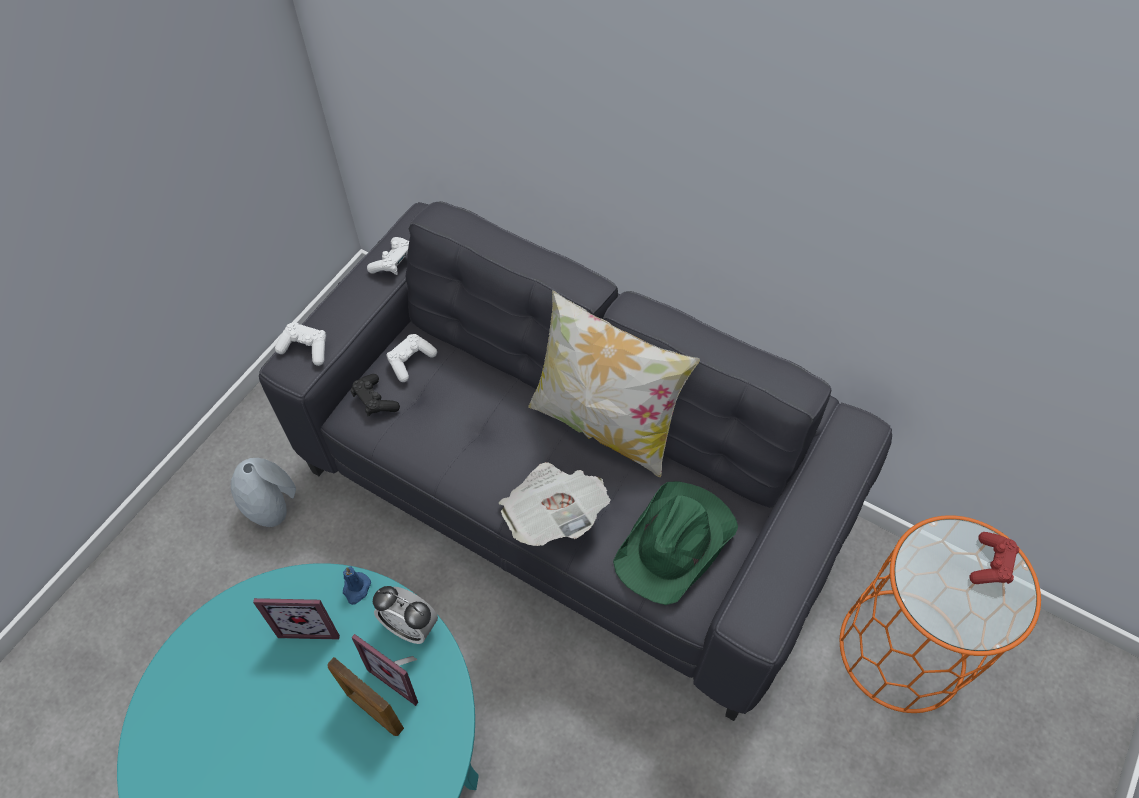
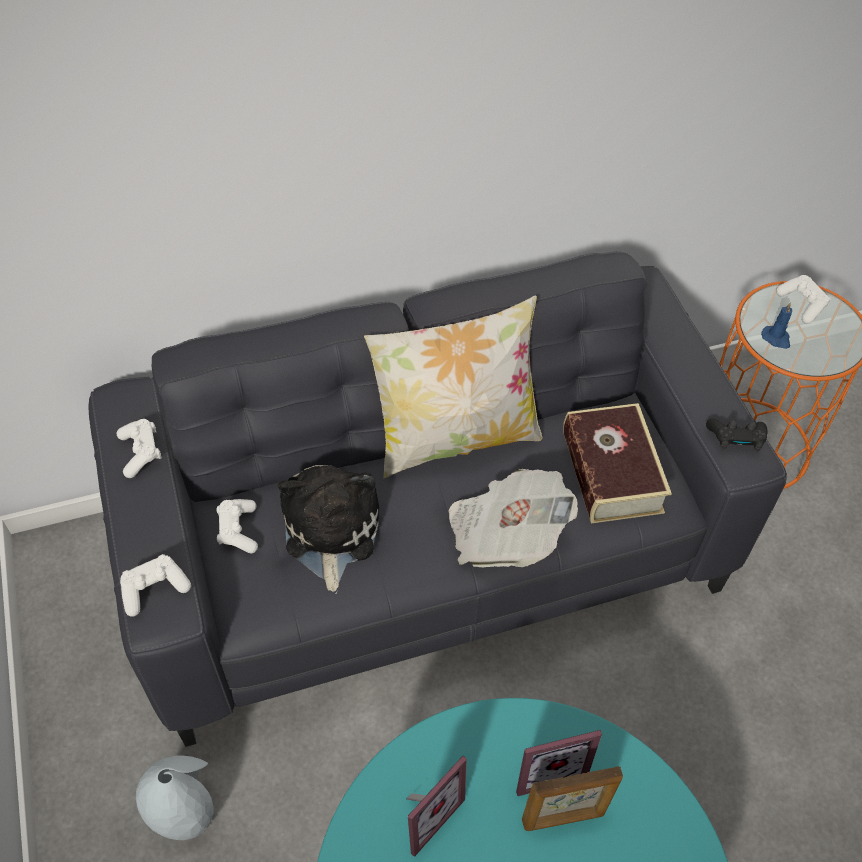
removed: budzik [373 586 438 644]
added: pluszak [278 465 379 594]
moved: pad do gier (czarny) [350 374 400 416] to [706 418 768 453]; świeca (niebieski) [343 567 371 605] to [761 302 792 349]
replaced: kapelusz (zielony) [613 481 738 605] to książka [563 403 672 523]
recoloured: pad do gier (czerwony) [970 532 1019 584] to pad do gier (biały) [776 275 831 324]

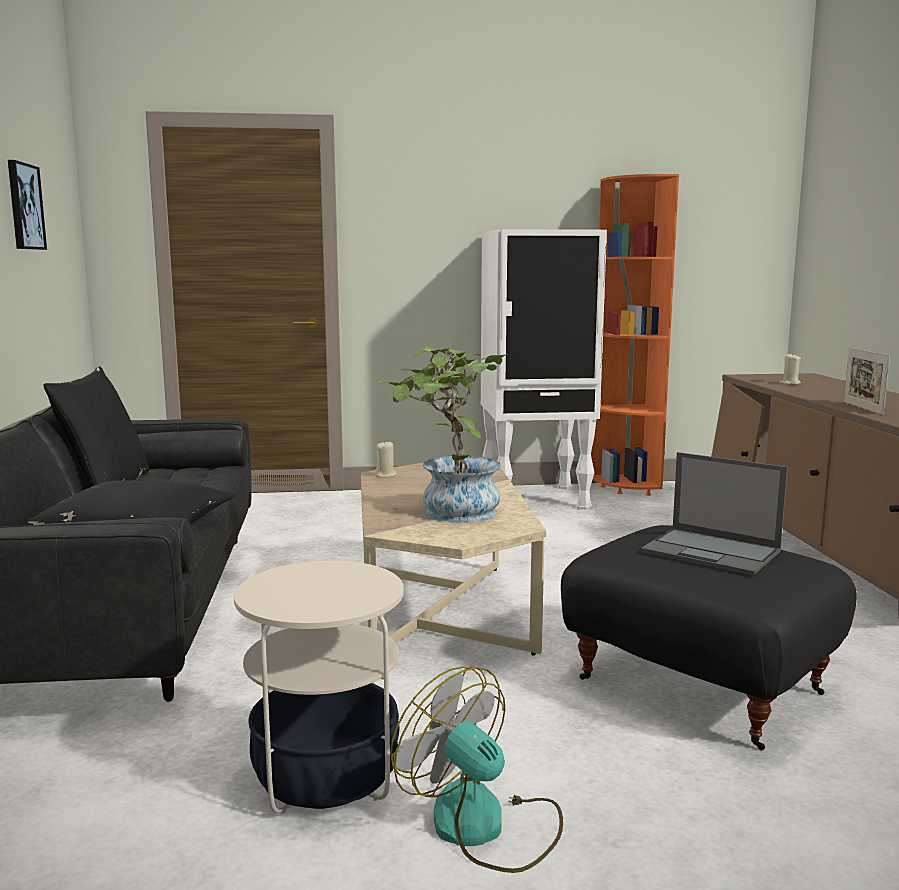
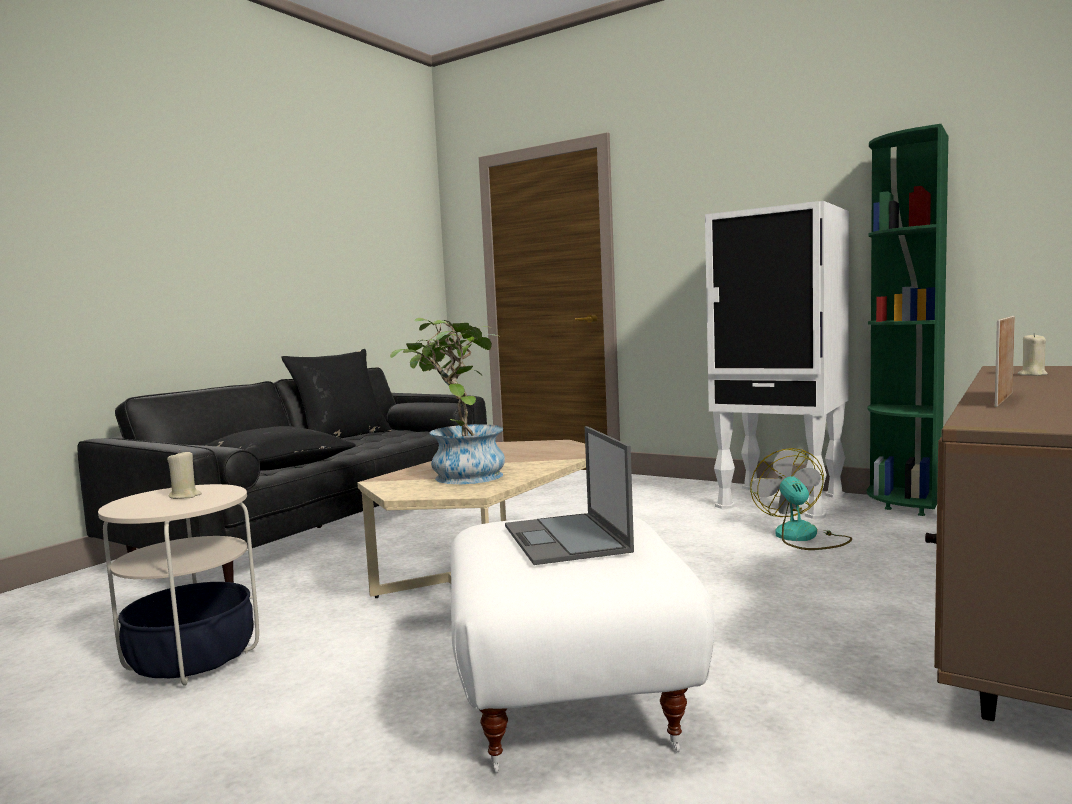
removed: obraz [8 160 47 250]
moved: świeca (beżowy) [375 442 397 478] to [167 450 202 499]; wentylator [390 666 563 873] to [750 448 852 550]
recoloured: regał (pomarańczowy) [591 174 679 496] to regał (zielony) [867 124 948 516]; pufa (czarny) [561 525 857 750] to pufa (biały) [450 516 714 773]

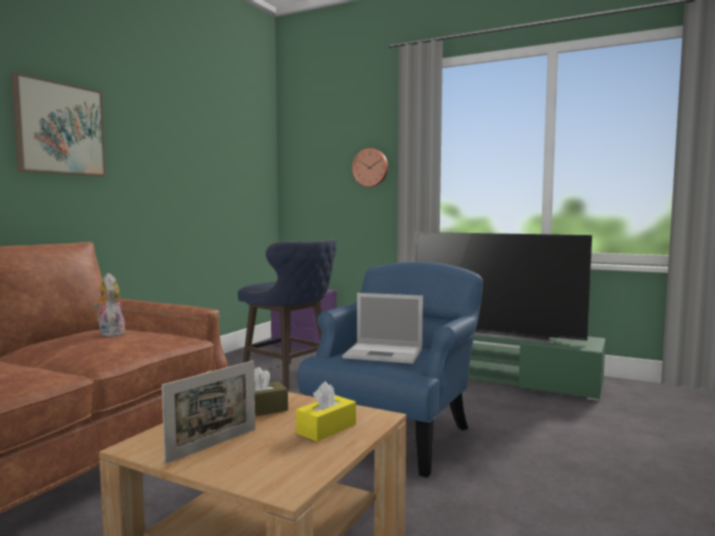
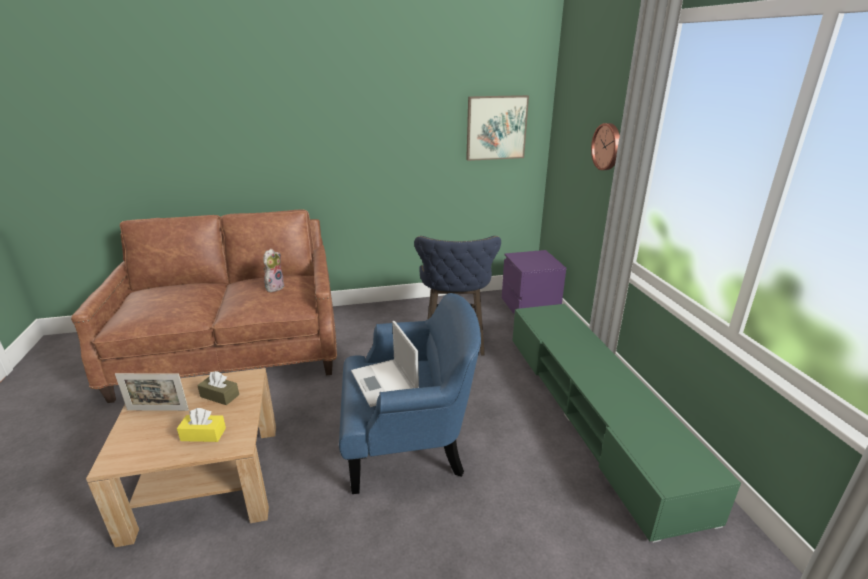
removed: telewizor [415 232 592 343]
moved: obraz [11 72 106 177] to [466 95 529 161]

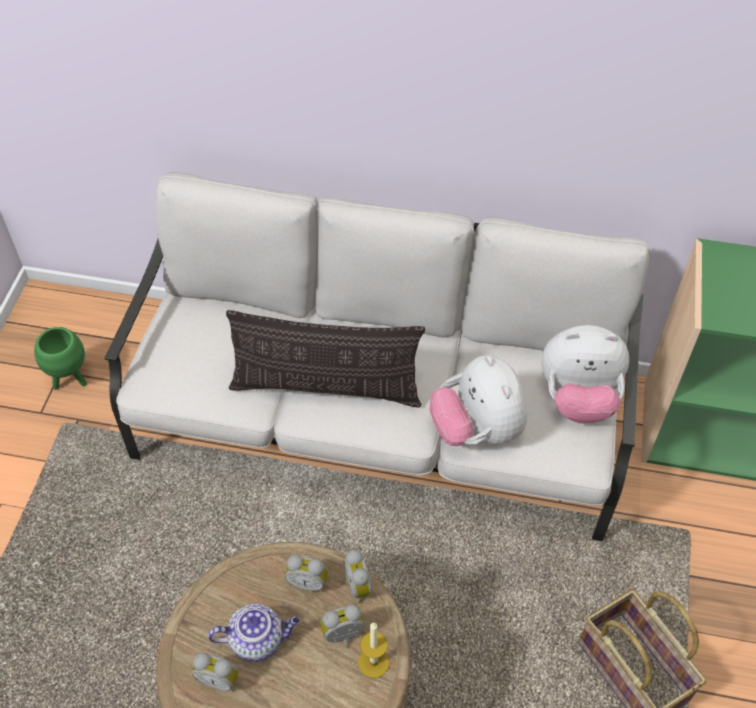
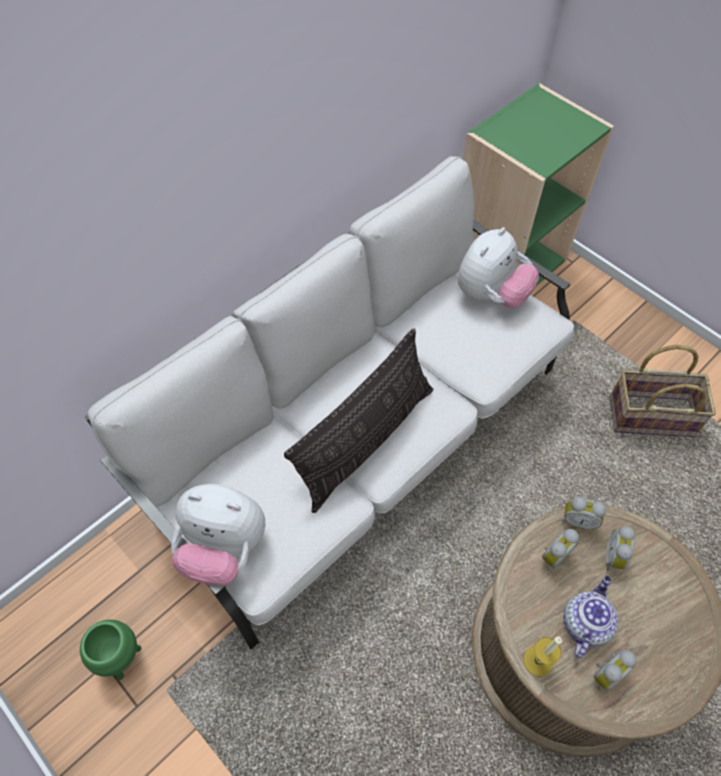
moved: pluszak [430 355 527 446] to [171 484 265 586]; świeca [358 623 390 678] to [523 637 562 676]

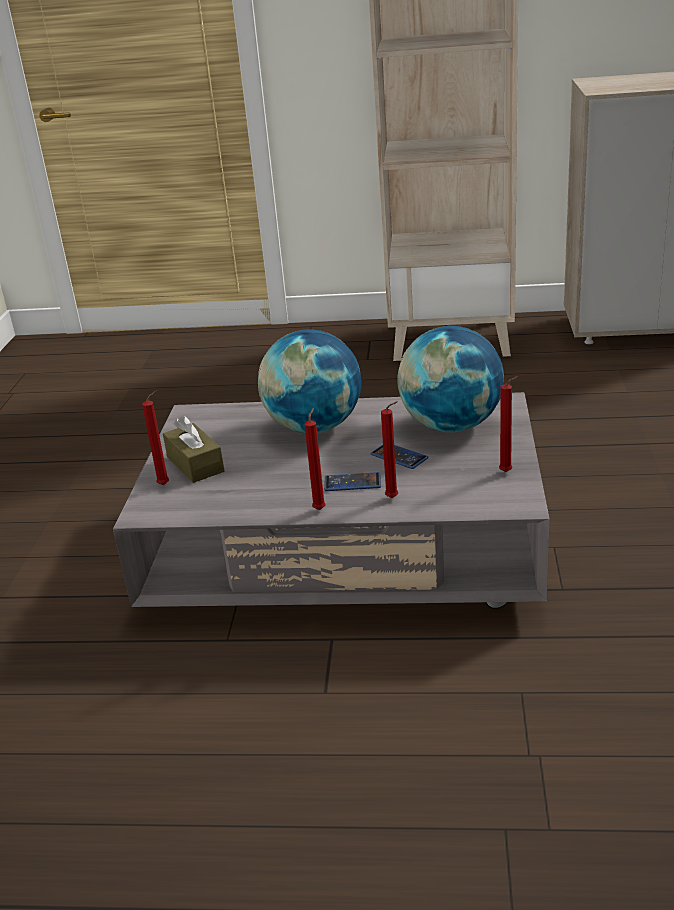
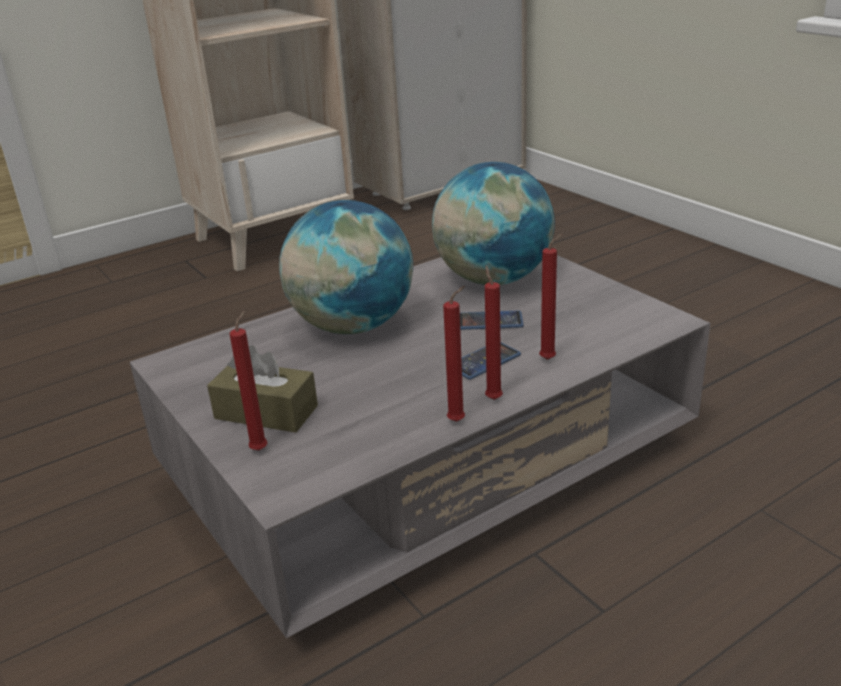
moved: świeca (czerwony) [499 376 518 472] to [443 286 465 422]

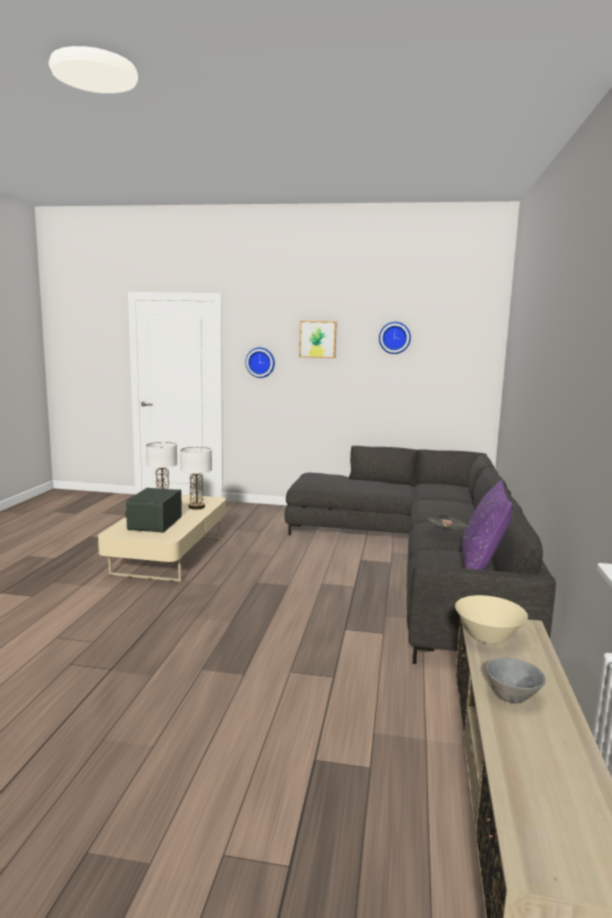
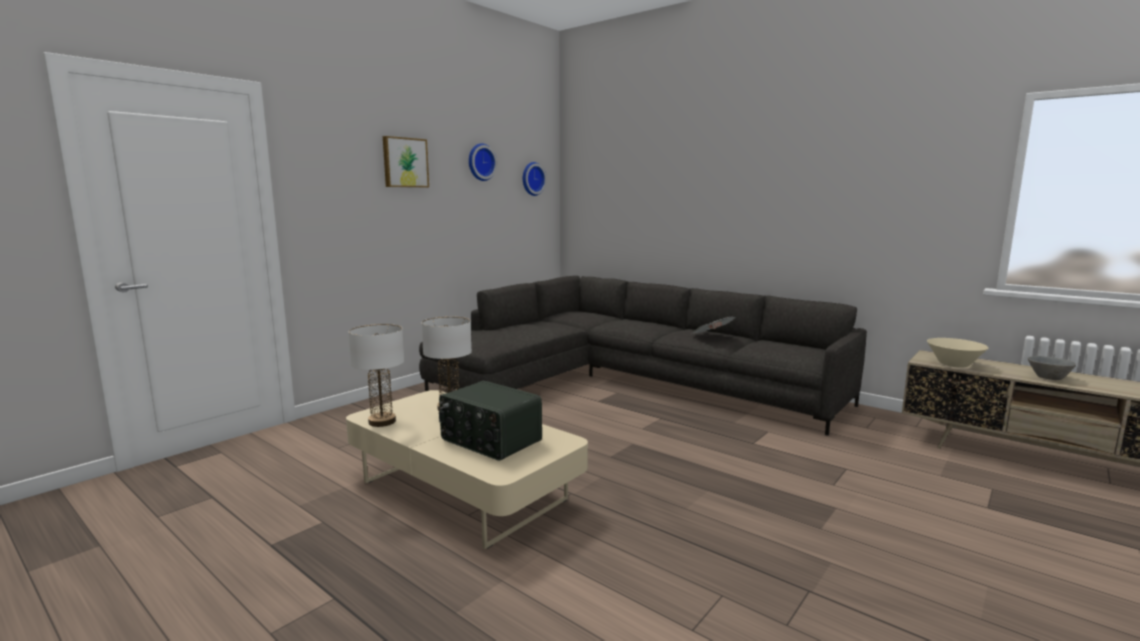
removed: poduszka (fioletowy) [462 480 512 570]
moved: zegar ścienny [245 347 275 378] to [523 162 547 196]

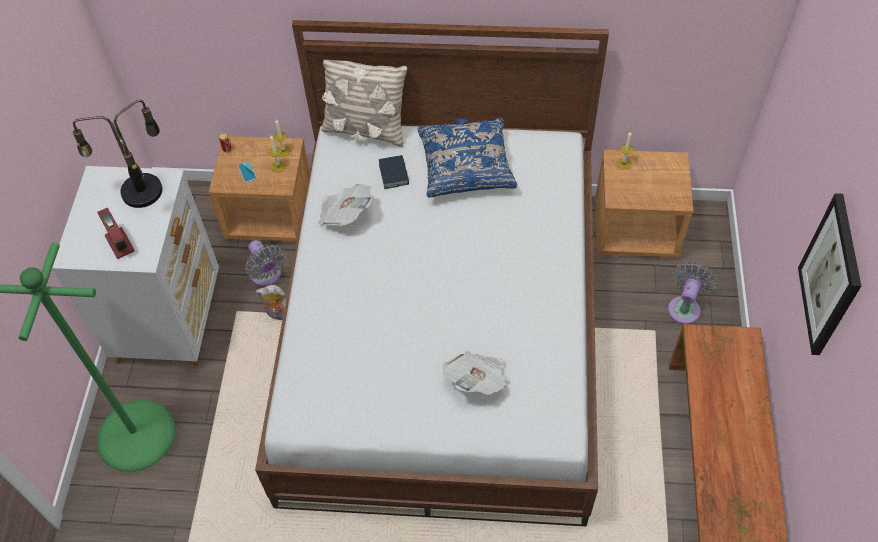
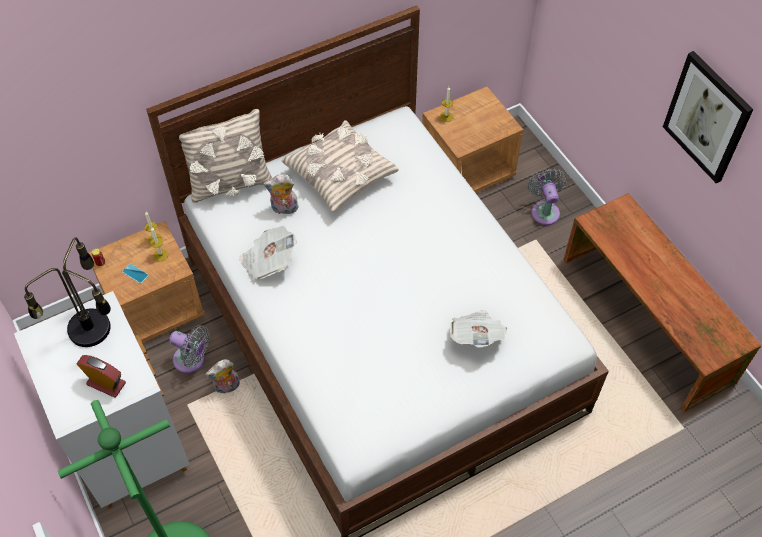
replaced: książka [379 155 409 189] to pluszak [263 174 299 214]
recoloured: poduszka (niebieski) [417 117 517 198] to poduszka (beżowy) [282 120 399 213]

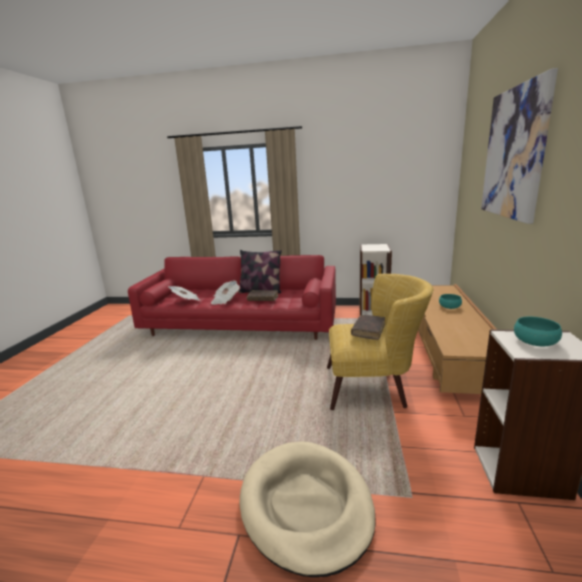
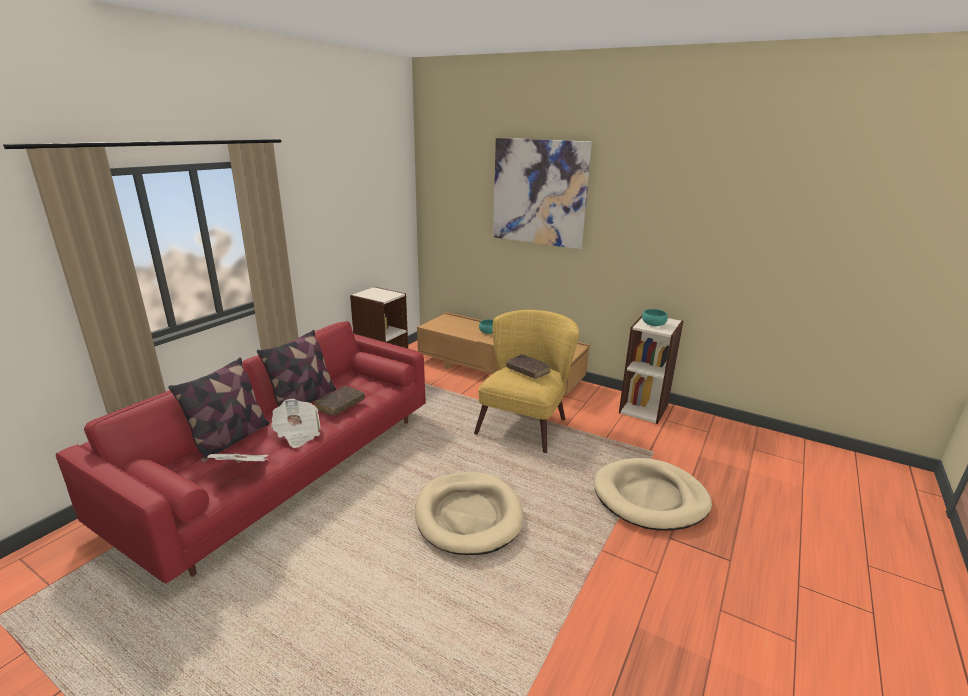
added: poduszka [168 357 269 463]; legowisko (beżowy) [415 472 524 555]

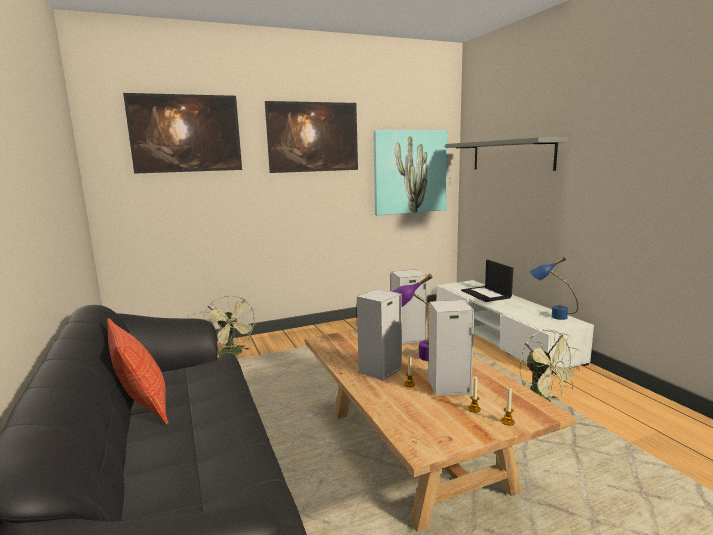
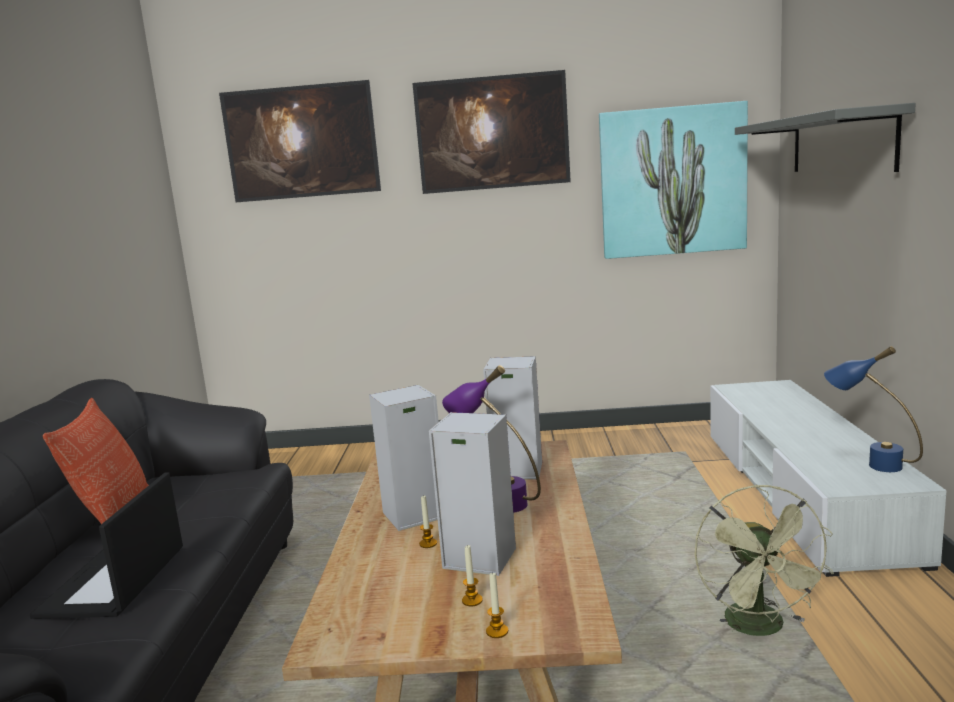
removed: wentylator (zielony) [203 295 255 356]
moved: laptop [461 259 513 302] to [29 472 183 619]

